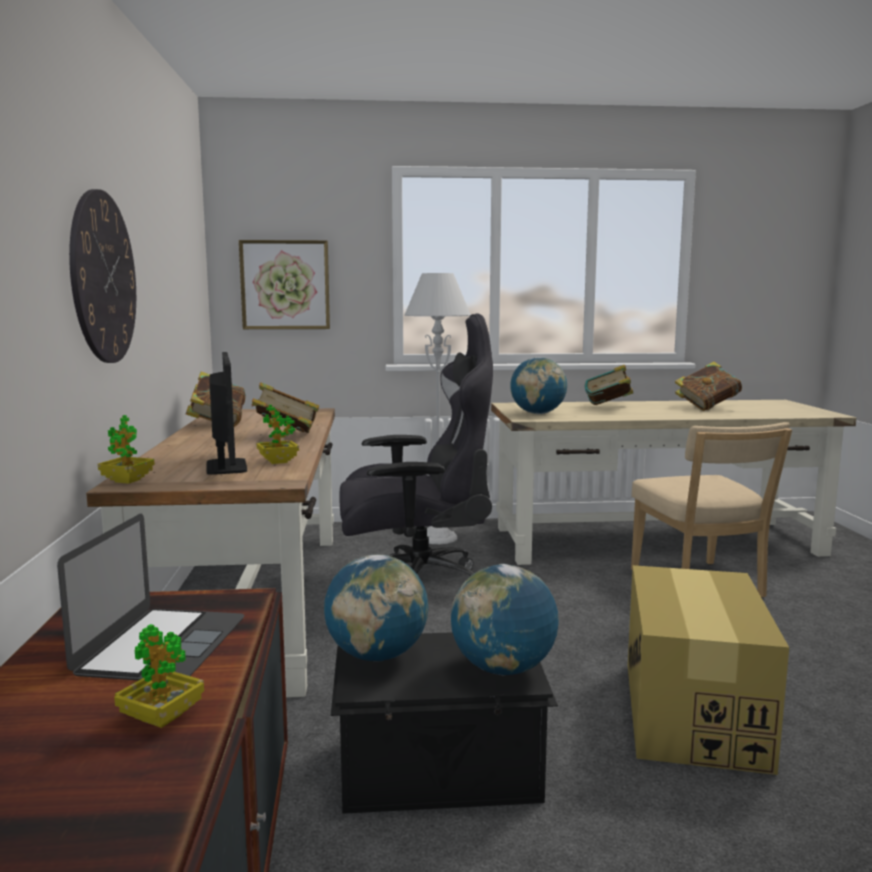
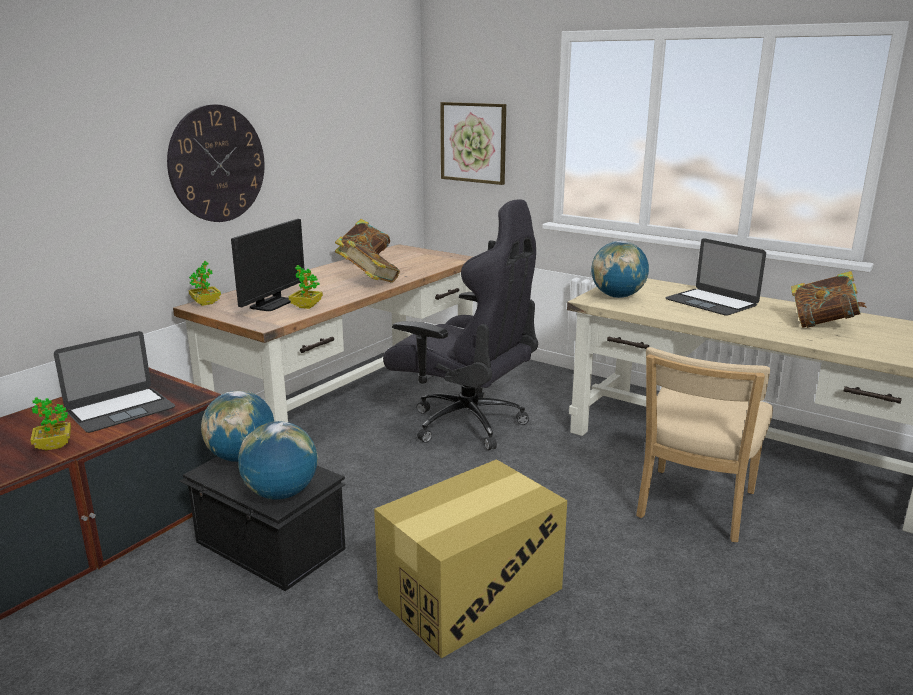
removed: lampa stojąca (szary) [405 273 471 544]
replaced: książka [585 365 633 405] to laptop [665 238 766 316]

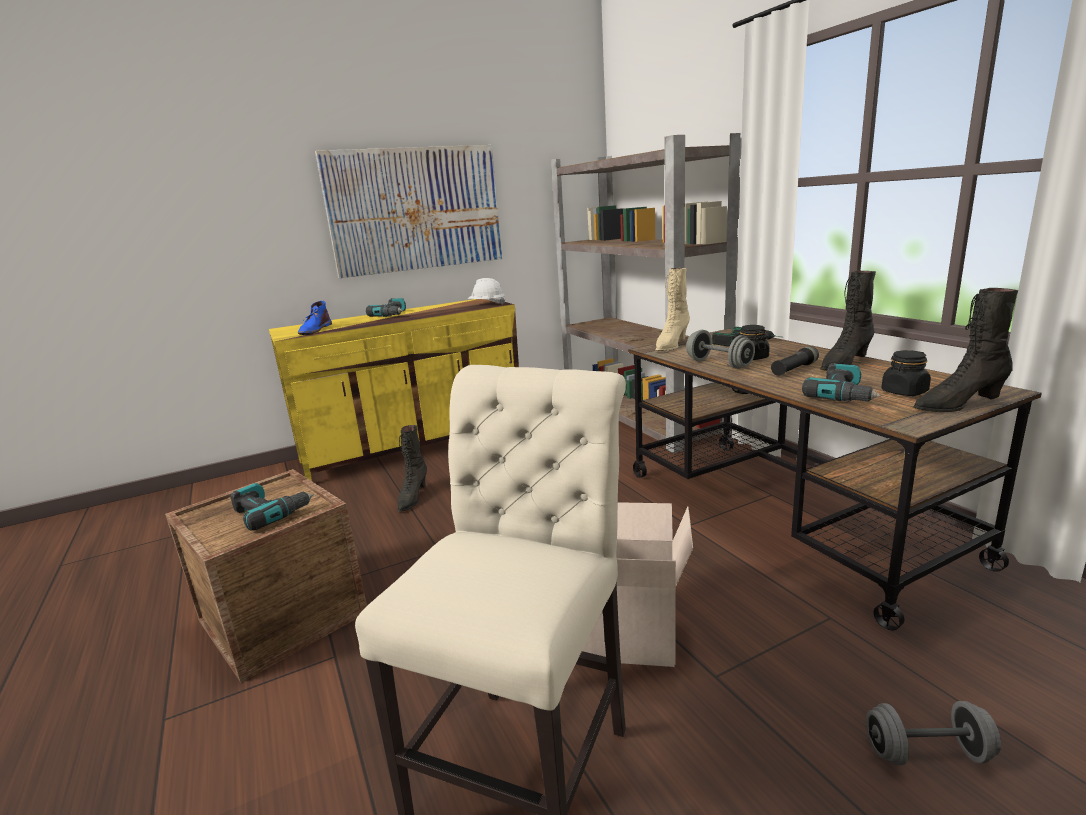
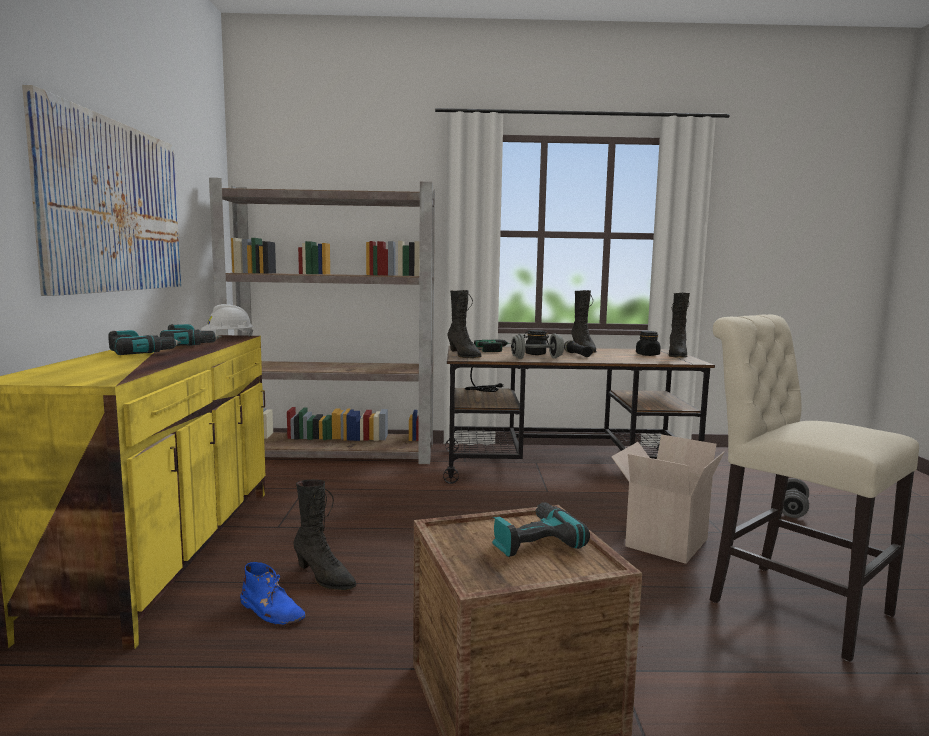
moved: but z cholewką (niebieski) [298 301 332 335] to [240 562 306 625]; wiertarka [802 363 881 402] to [160 324 222 346]
recoloured: but z cholewką (beżowy) [656 268 690 351] to but z cholewką (czarny) [448 290 482 358]

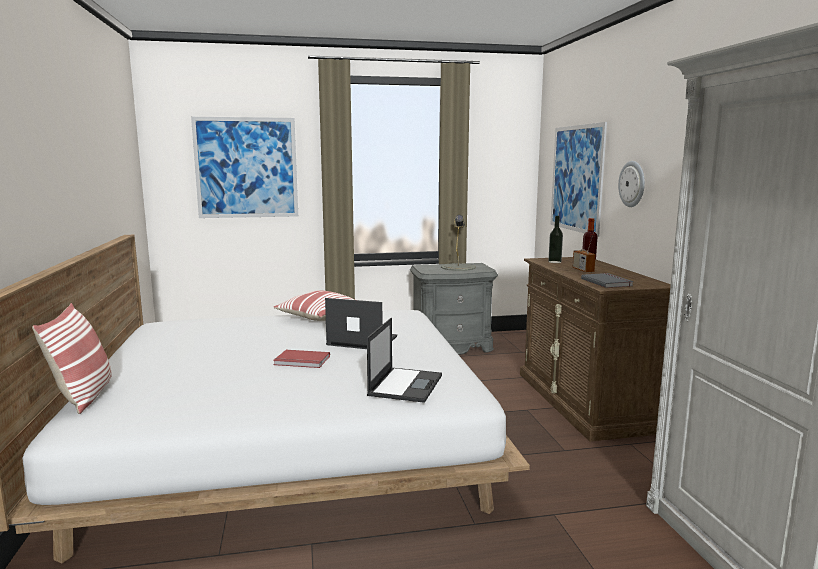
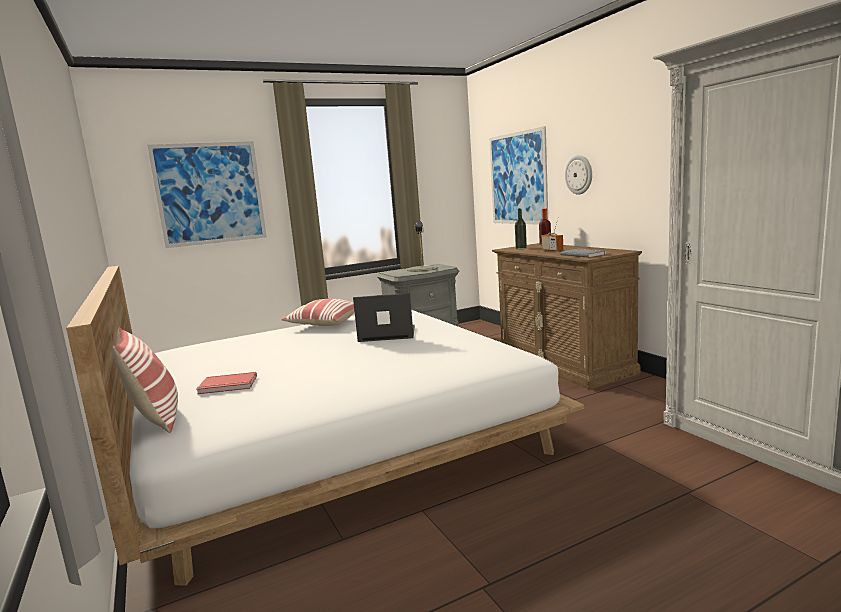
removed: laptop [367 318 442 403]
moved: książka (czerwony) [273 350 330 368] to [196 372 257 394]

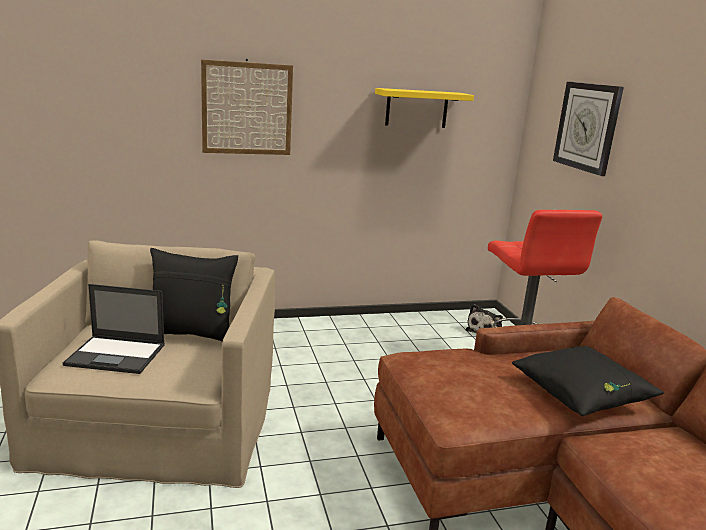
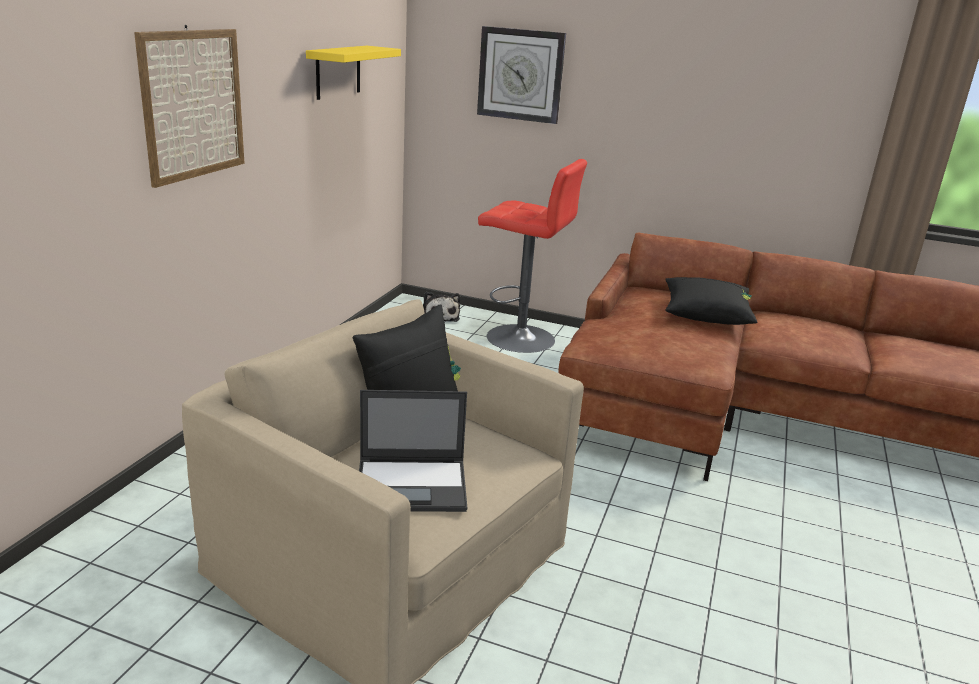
turned: laptop [63 284 165 374] = [359 390 467 512] 45 degrees clockwise

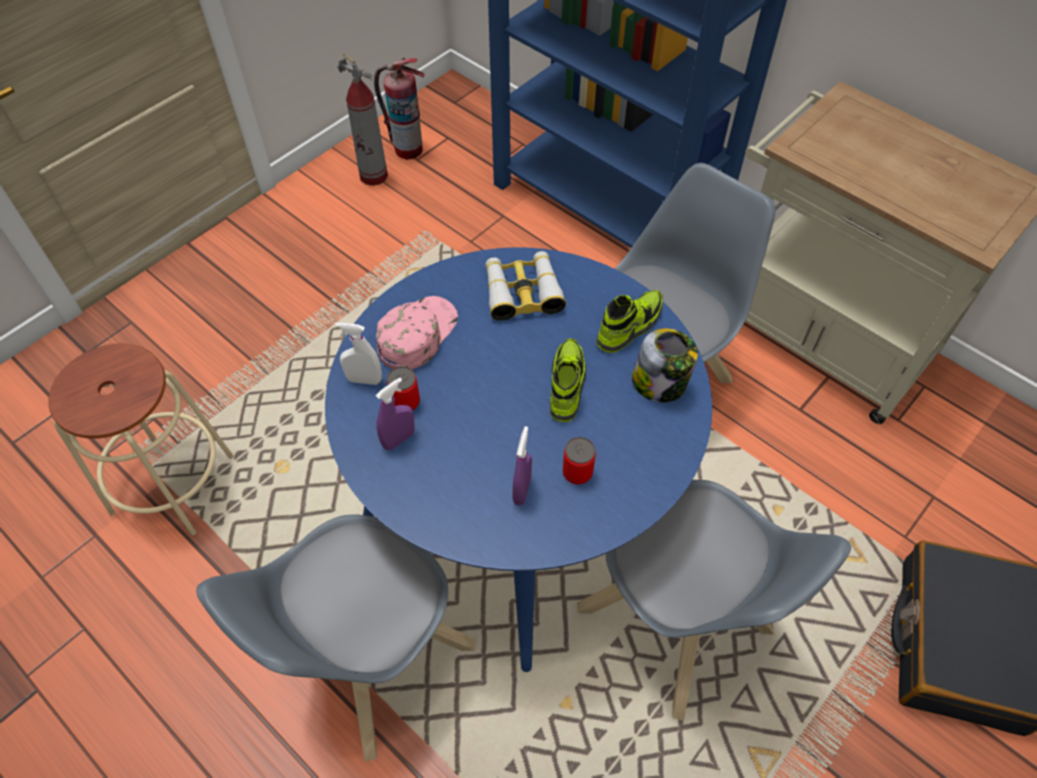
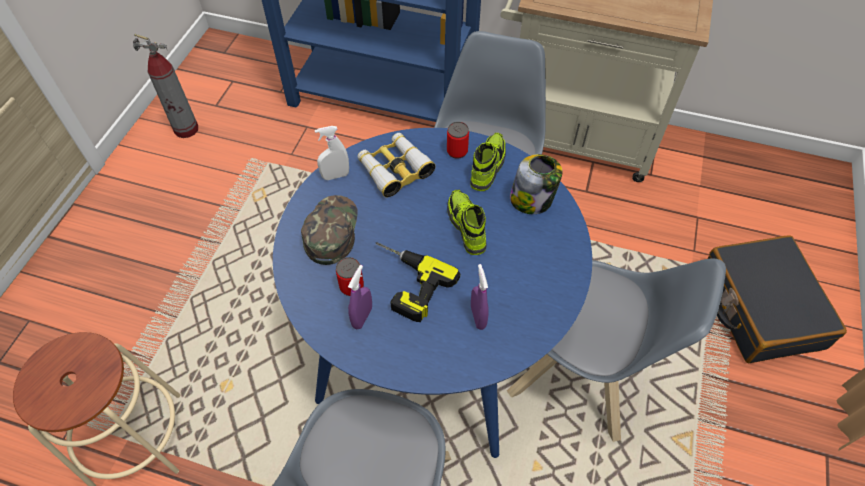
removed: gaśnica [374 58 425 160]
added: wiertarka [376 242 460 322]
moved: spryskiwacz (biały) [335 322 382 385] to [315 126 349 180]; puszka [563 437 596 484] to [447 122 469 159]
recoloured: czapka z daszkiem (różowy) [376 296 458 369] to czapka z daszkiem (zielony) [301 195 358 265]

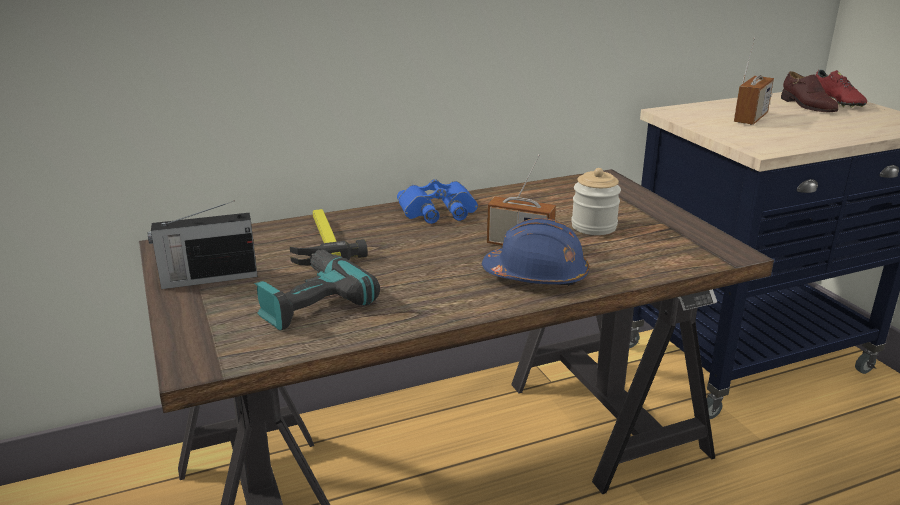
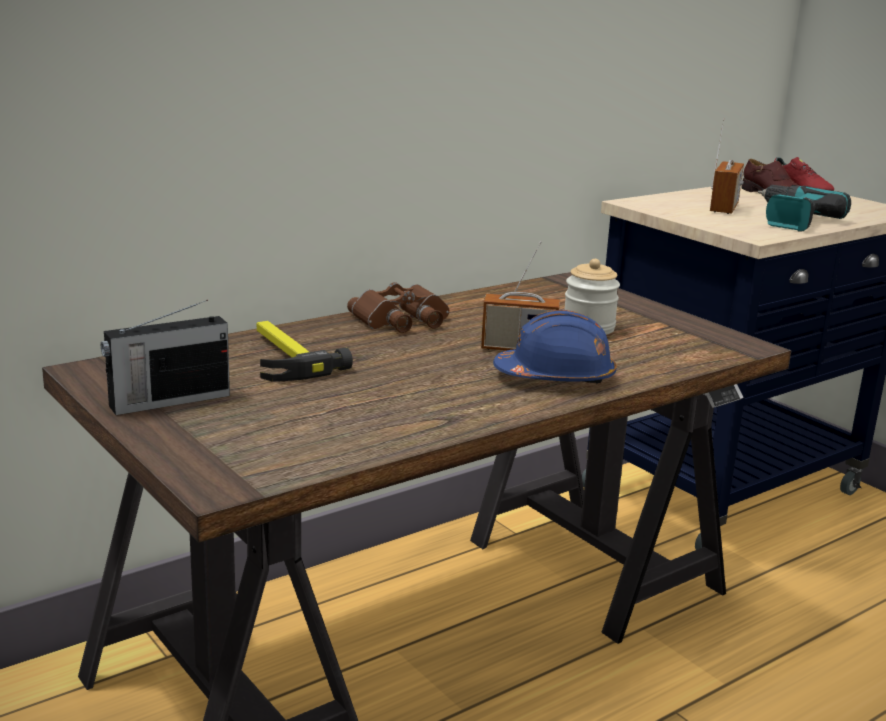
moved: wiertarka [254 250 380 331] to [758 185 851 232]
recoloured: lornetka (niebieski) [397 179 478 224] to lornetka (brązowy) [347 282 449 333]

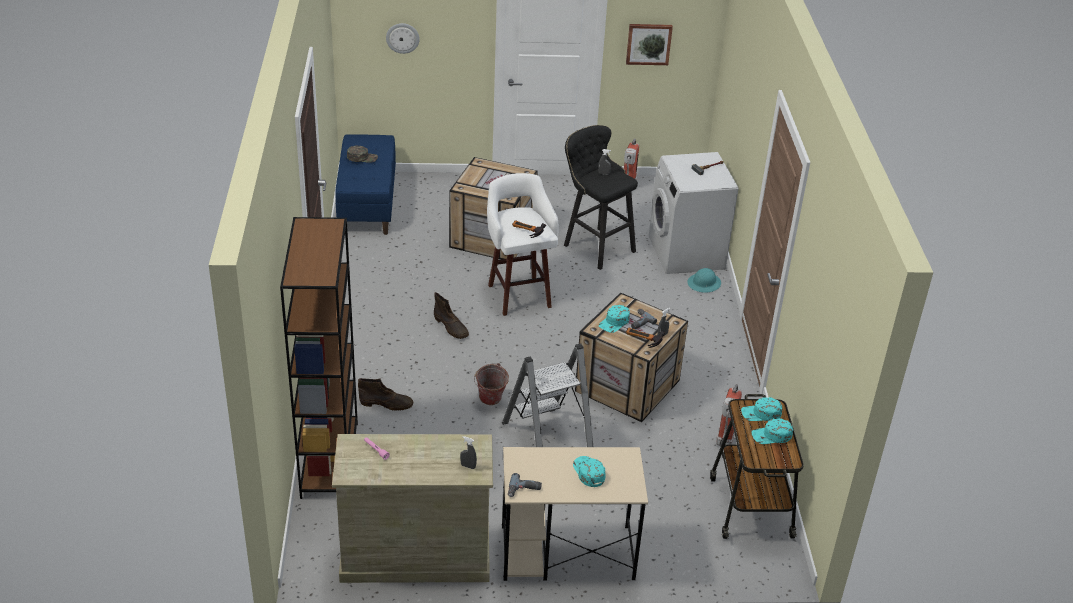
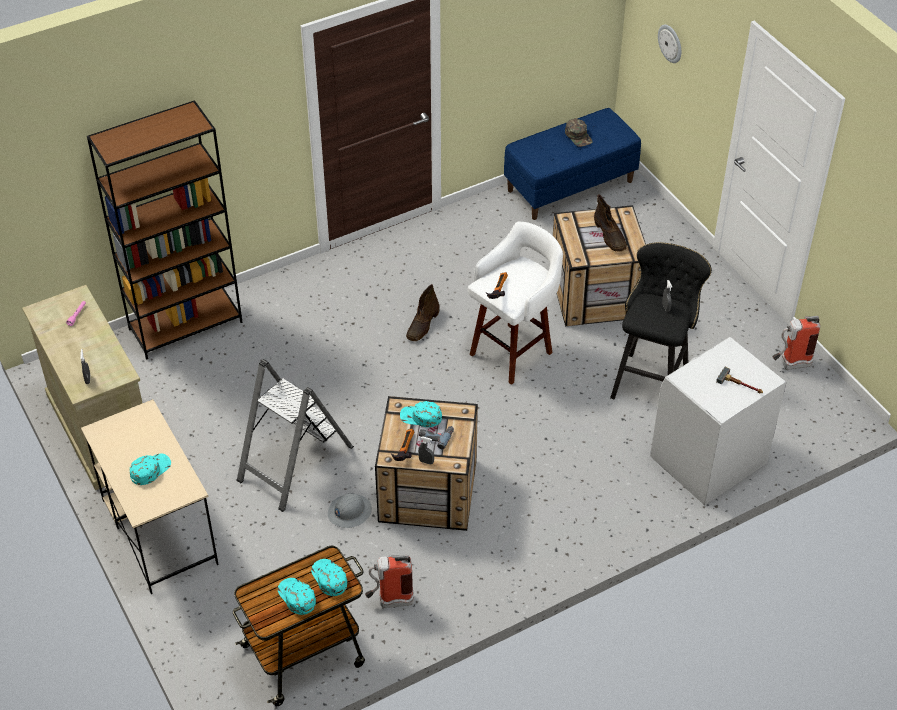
removed: obraz [626 24 673 65]; kask (turkusowy) [687 268 721 293]; wiadro [474 363 509 405]; wiertarka [508 473 542 497]
added: kask (szary) [328 493 372 528]
moved: but z cholewką (brązowy) [358 378 413 411] to [594 194 627 252]

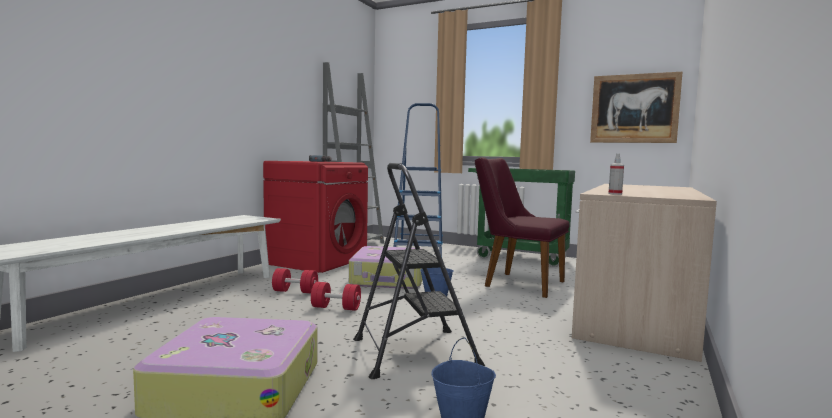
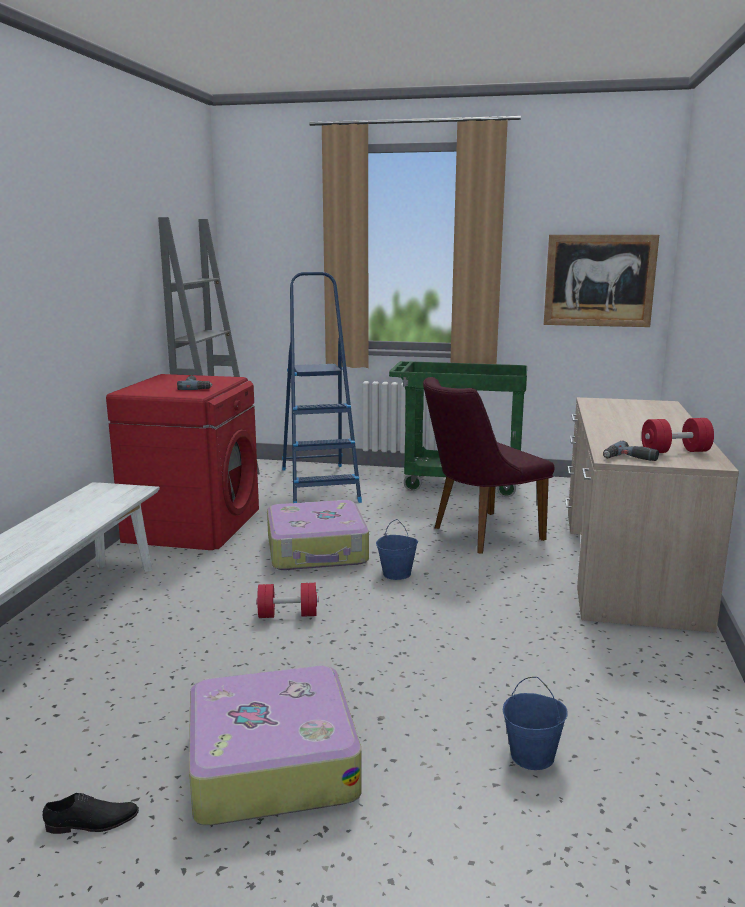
removed: drabinka (czarny) [353 163 485 379]
added: but (czarny) [43 793 139 834]
moved: hantel (czerwony) [272 268 318 293] to [641 418 714 453]
replaced: spryskiwacz [608 154 624 195] to wiertarka [603 441 659 461]
turned: krzesło (fioletowy) [475 157 570 298] = [423 377 555 554] 45 degrees counterclockwise

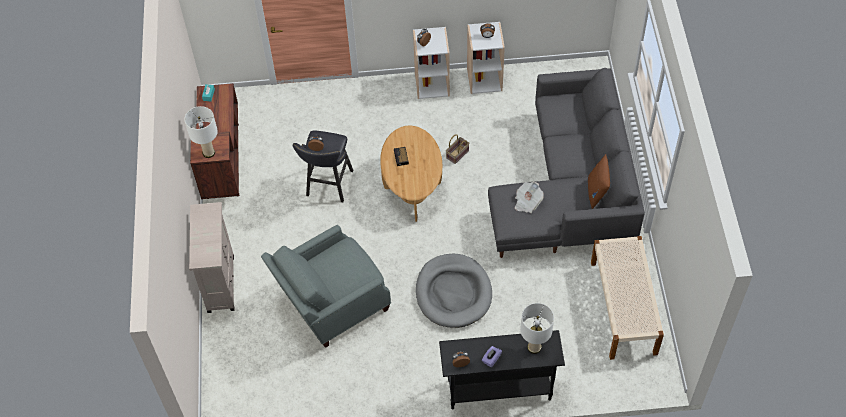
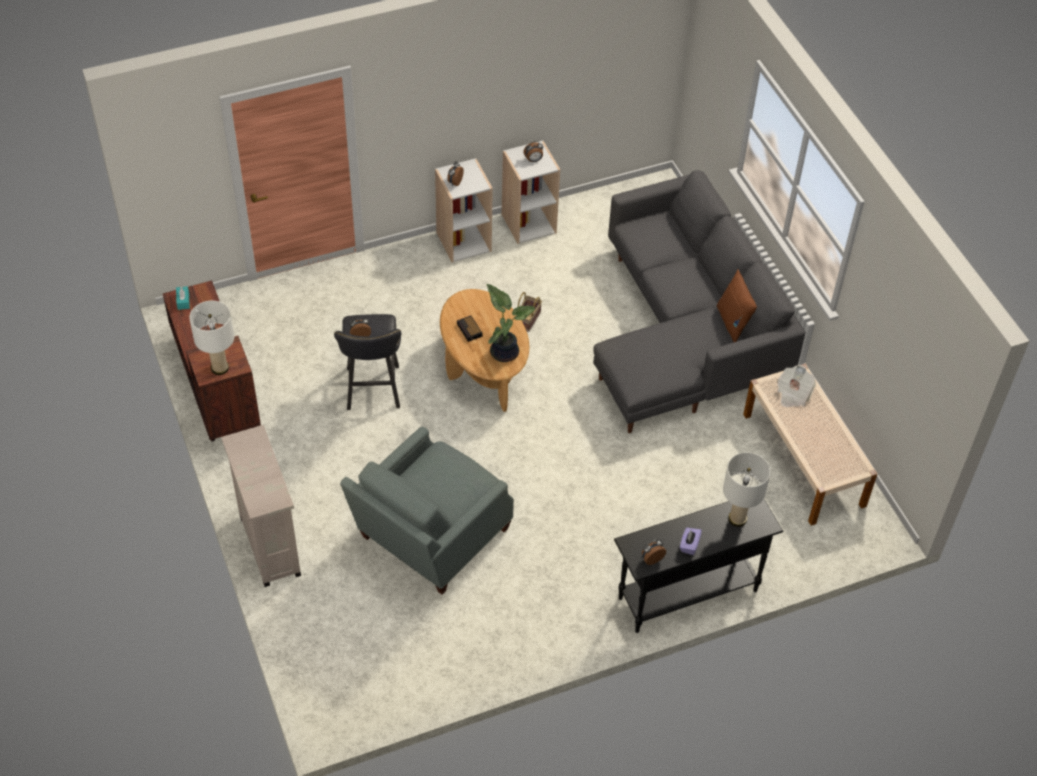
removed: legowisko (szary) [416 254 492 328]
added: roślina doniczkowa [486 284 535 362]
moved: gazeta [515 182 544 213] to [777 365 816 407]

